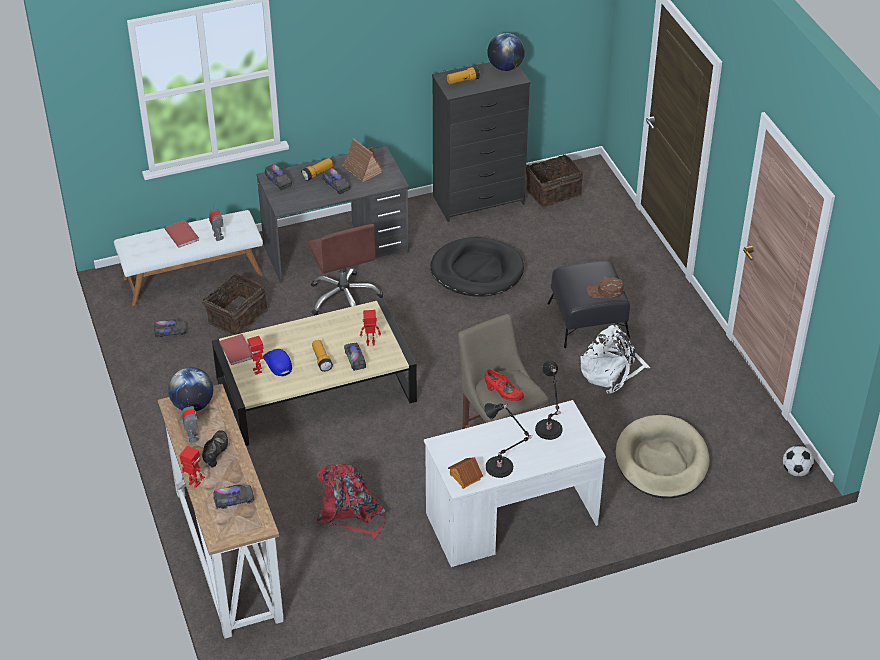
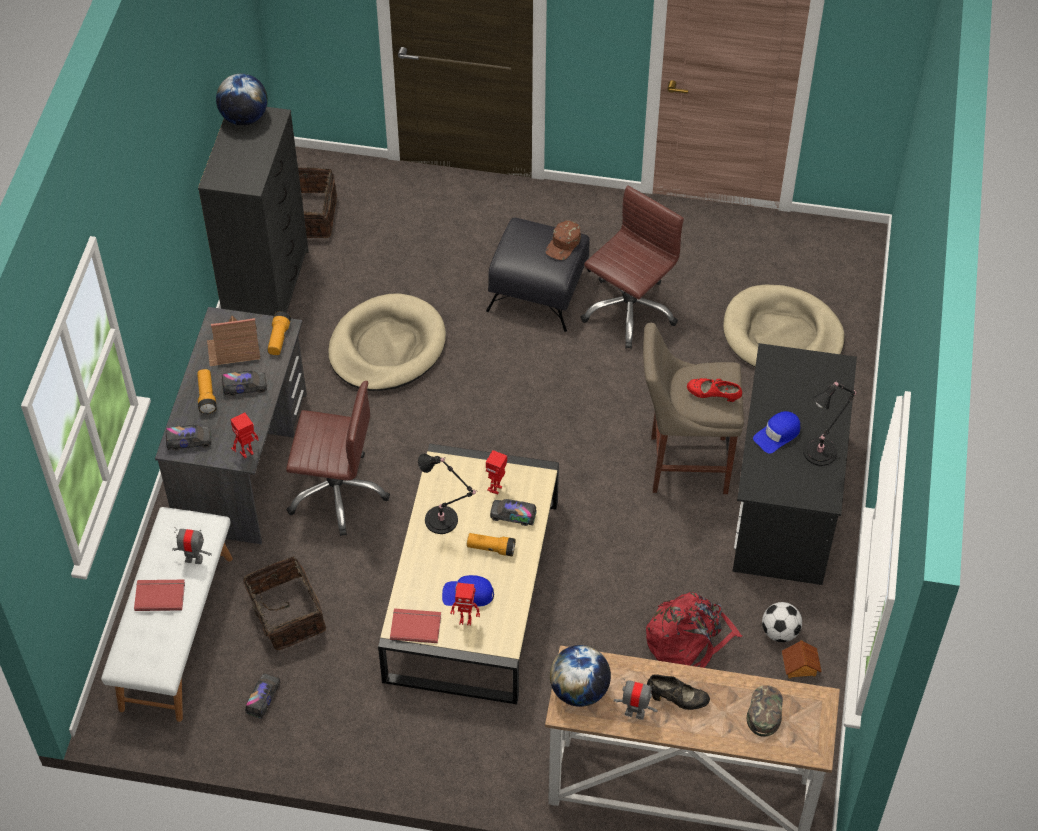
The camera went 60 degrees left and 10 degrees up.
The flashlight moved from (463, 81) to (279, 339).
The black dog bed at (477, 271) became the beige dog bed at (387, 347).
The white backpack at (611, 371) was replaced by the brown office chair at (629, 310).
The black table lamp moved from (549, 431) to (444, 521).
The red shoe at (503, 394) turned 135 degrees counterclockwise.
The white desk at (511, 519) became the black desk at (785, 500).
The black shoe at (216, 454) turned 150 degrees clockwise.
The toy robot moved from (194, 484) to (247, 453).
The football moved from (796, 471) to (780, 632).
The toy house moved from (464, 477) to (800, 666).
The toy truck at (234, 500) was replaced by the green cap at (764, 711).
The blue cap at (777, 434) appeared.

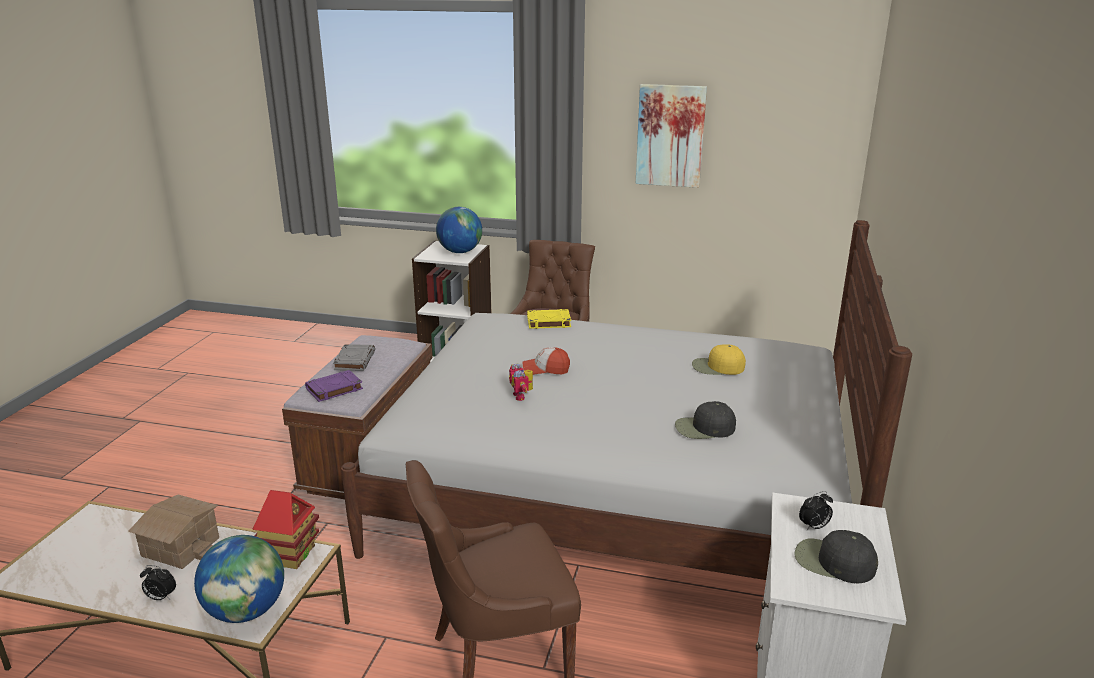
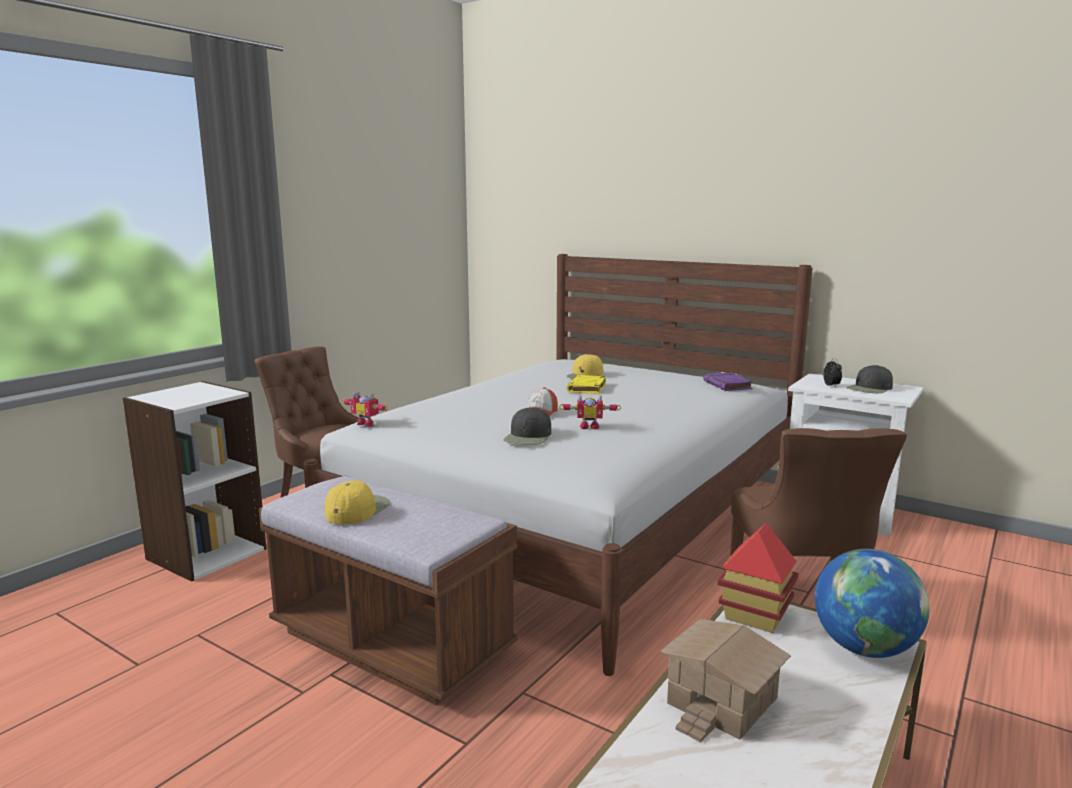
The camera went 70 degrees left and 10 degrees down.
The picture at (670, 136) disappeared.
The globe at (460, 252) disappeared.
The yellow book moved from (548, 322) to (587, 388).
The grey book at (354, 360) was replaced by the yellow cap at (357, 509).
The purple book moved from (334, 389) to (728, 385).
The black cap moved from (704, 428) to (528, 437).
The alarm clock at (160, 597) disappeared.
The toy robot at (368, 423) appeared.

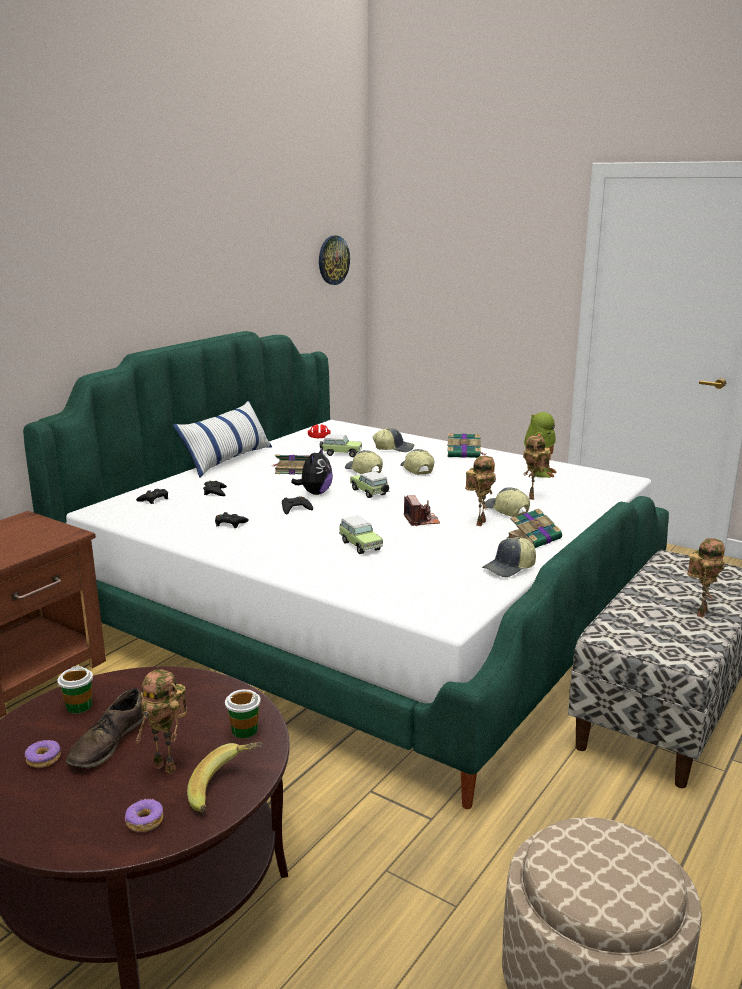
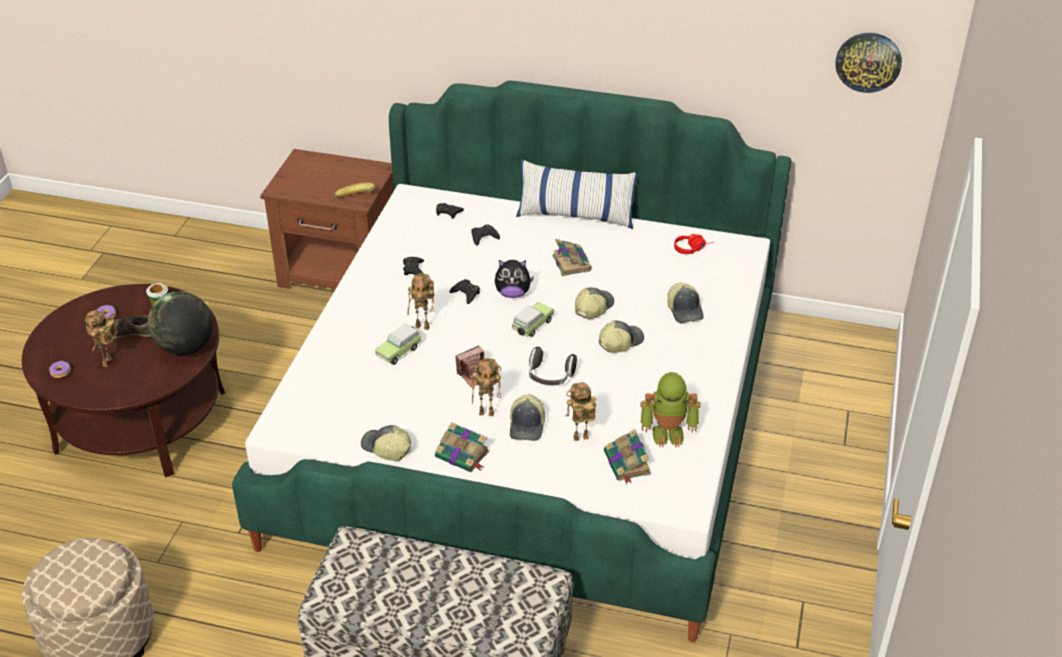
The camera went 70 degrees right and 20 degrees up.
The book moved from (464, 454) to (627, 464).
The toy car at (340, 454) disappeared.
The cap at (506, 511) turned 150 degrees clockwise.
The toy robot moved from (700, 612) to (424, 326).
The cup at (244, 730) disappeared.
The banana moved from (226, 790) to (357, 200).
The globe at (186, 347) appeared.
The headphones at (550, 377) appeared.

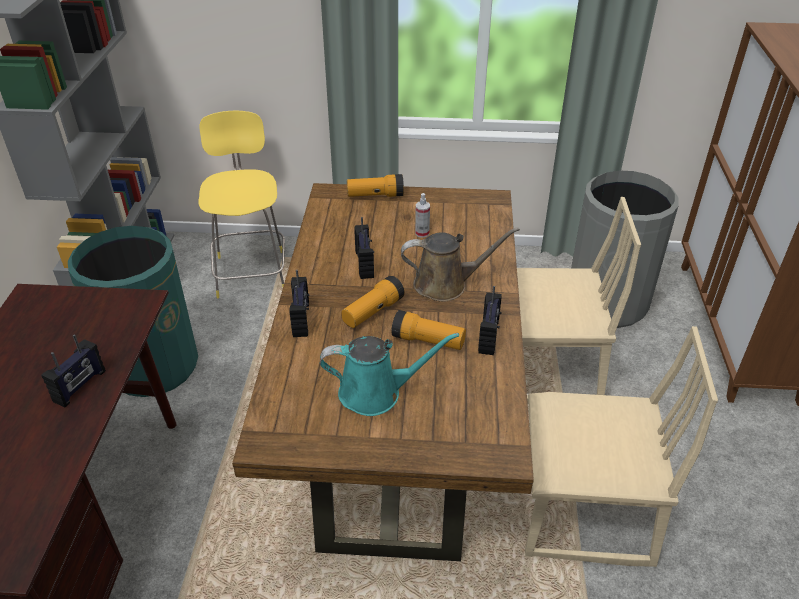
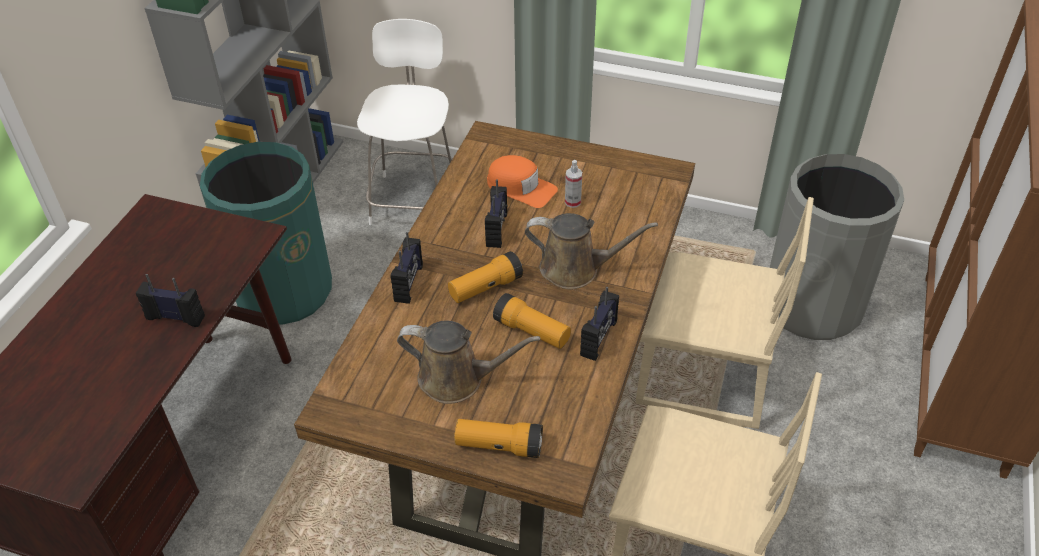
The camera went 15 degrees right and 5 degrees up.
The yellow stool at (251, 271) became the white stool at (414, 199).
The flashlight moved from (375, 195) to (499, 446).
The turquoise watering can at (376, 392) became the brown watering can at (457, 379).
The radio at (80, 386) turned 120 degrees counterclockwise.
The orange cap at (521, 187) appeared.

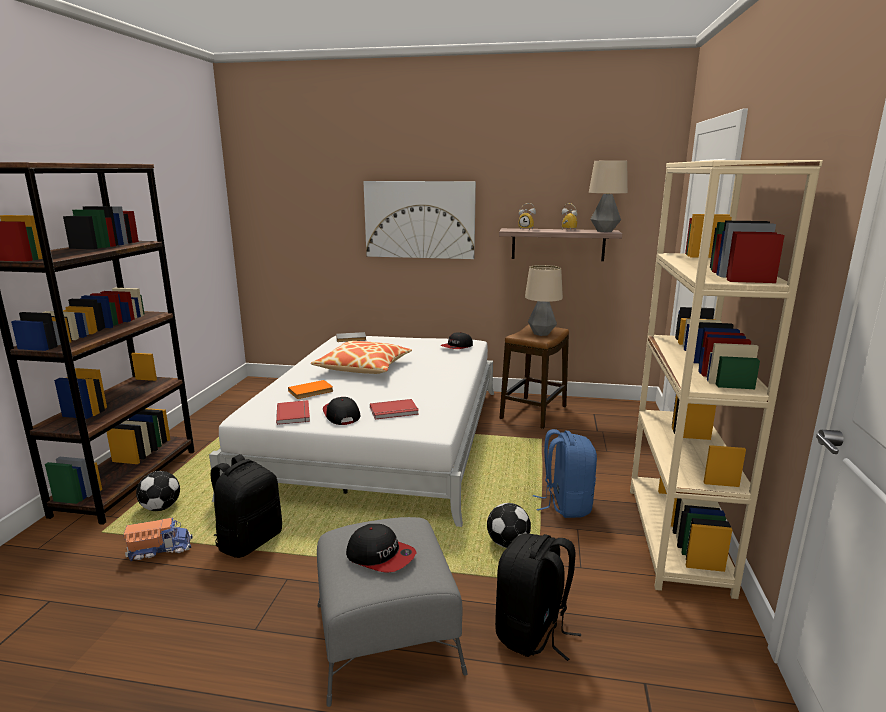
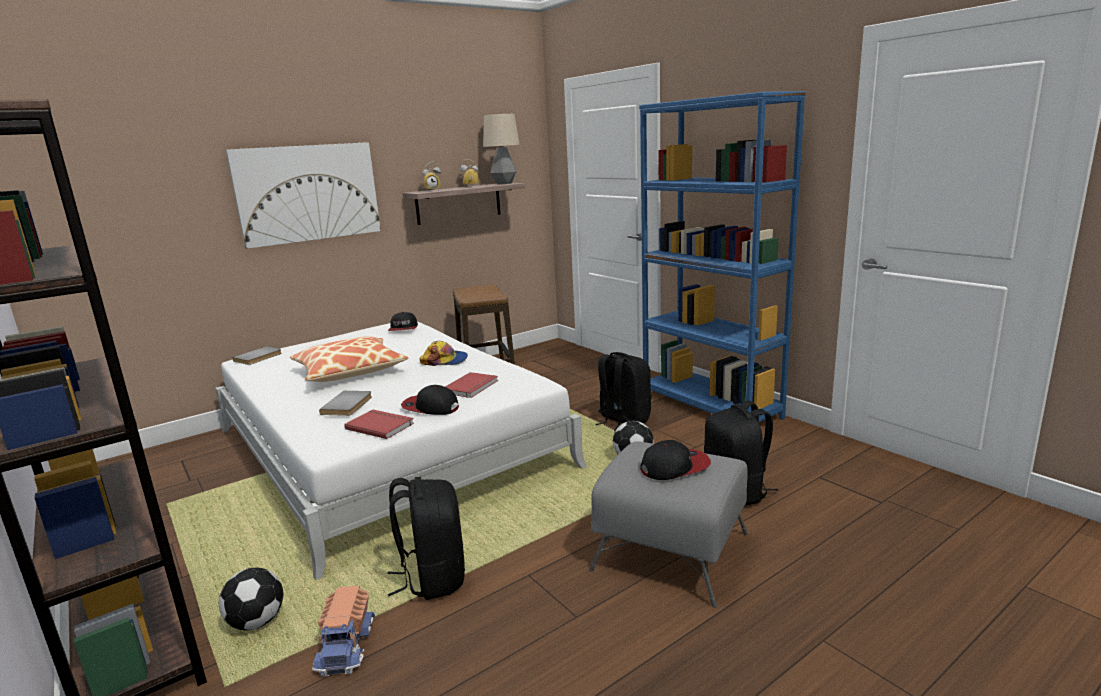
The camera went 45 degrees left and 0 degrees up.
The beige bookcase at (676, 538) became the blue bookcase at (710, 406).
The table lamp at (541, 333) disappeared.
The orange book at (311, 391) became the grey book at (349, 405).
The blue backpack at (565, 505) became the black backpack at (623, 420).
The toy truck at (160, 549) turned 150 degrees clockwise.
The cap at (445, 360) appeared.

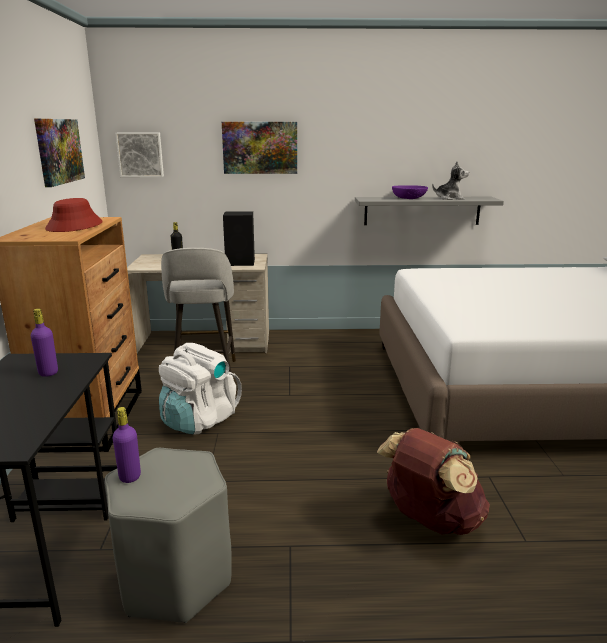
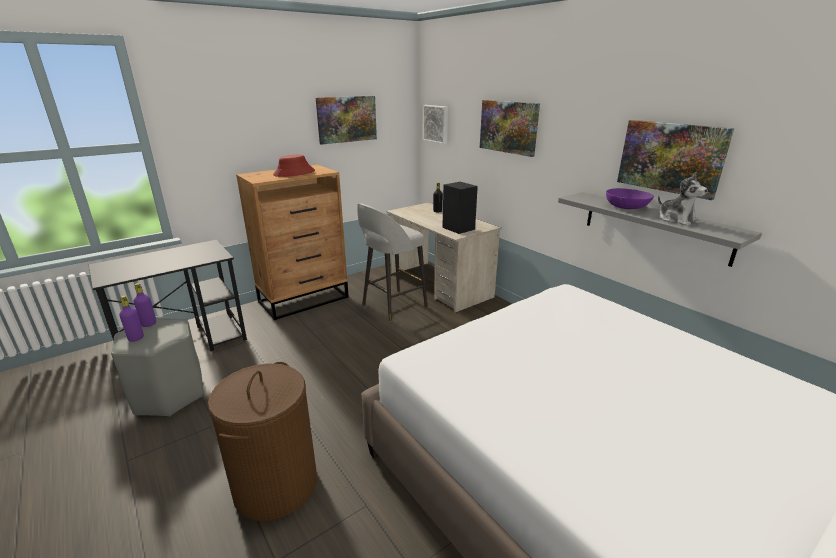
The camera went 55 degrees right and 5 degrees up.
The purple bottle moved from (48, 373) to (136, 338).
The white backpack at (199, 420) disappeared.
The brown backpack at (430, 520) was replaced by the brown laundry basket at (275, 485).
The picture at (670, 157) appeared.

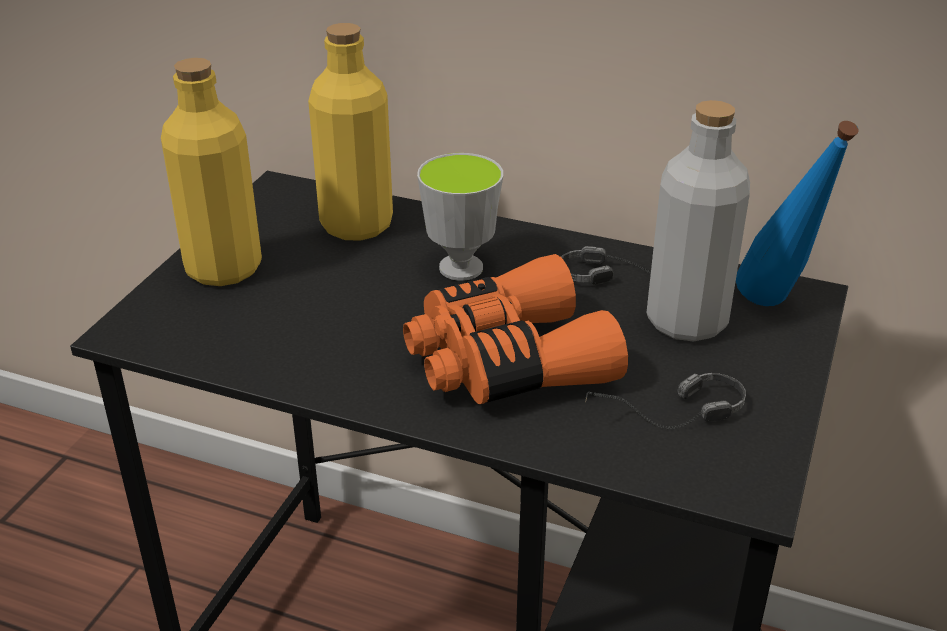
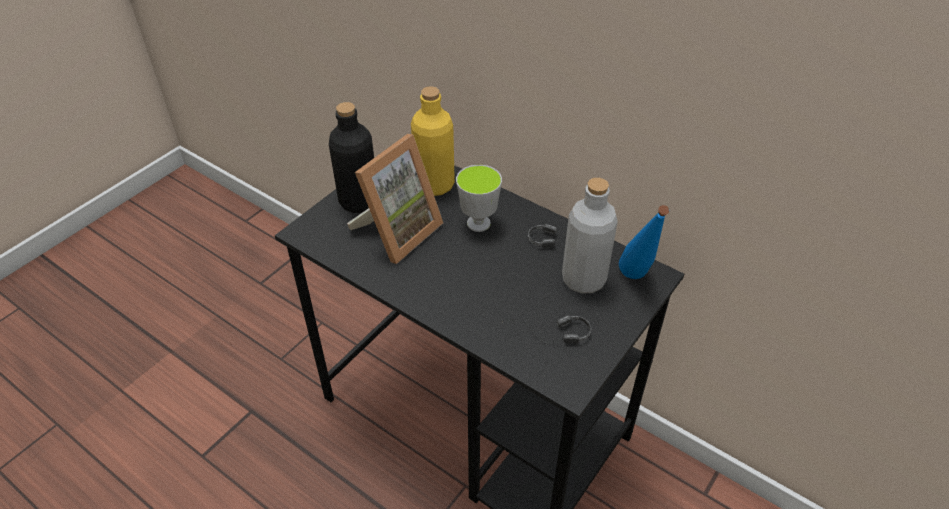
The camera went 15 degrees right and 10 degrees up.
The yellow bottle at (223, 268) became the black bottle at (359, 201).
The orange binoculars at (506, 361) disappeared.
The picture frame at (397, 232) appeared.

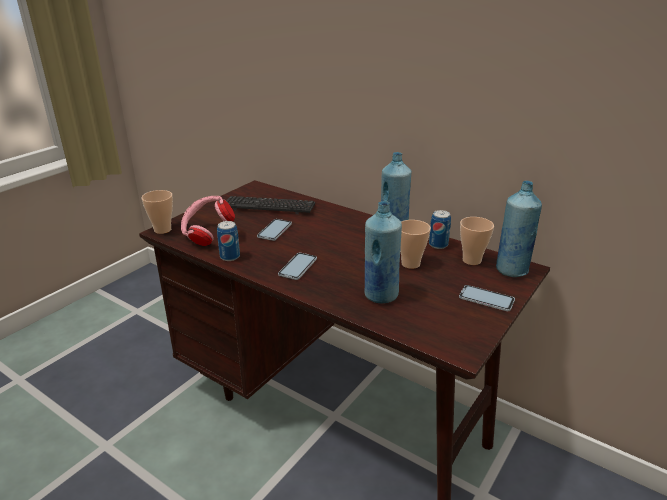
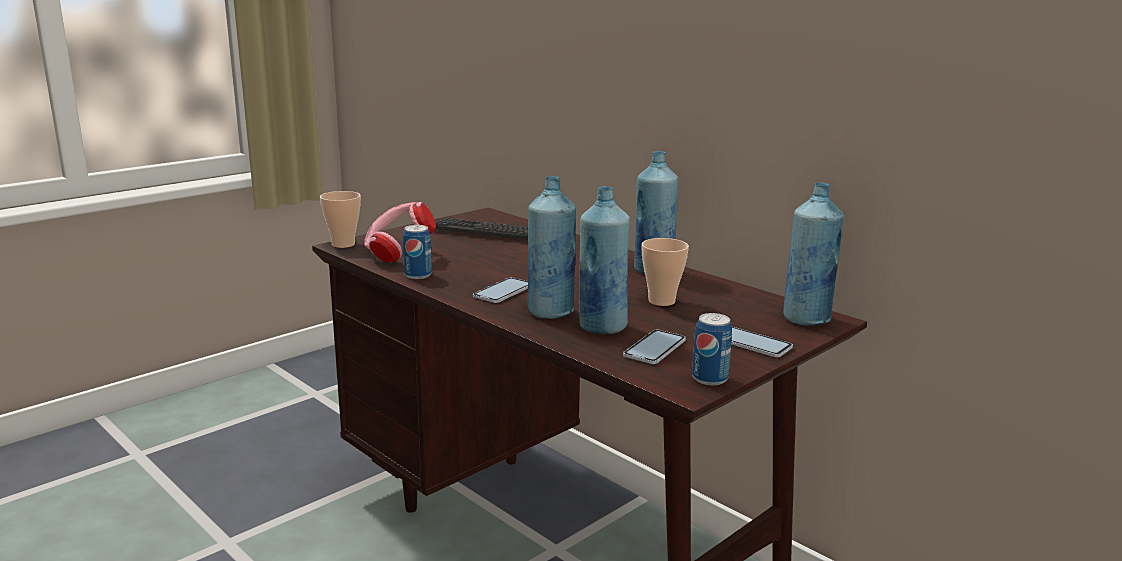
The camera went 10 degrees right and 10 degrees down.
The can moved from (438, 245) to (709, 378).
The cup at (471, 260) disappeared.
The phone moved from (274, 230) to (654, 348).
The blue bottle at (550, 312) appeared.

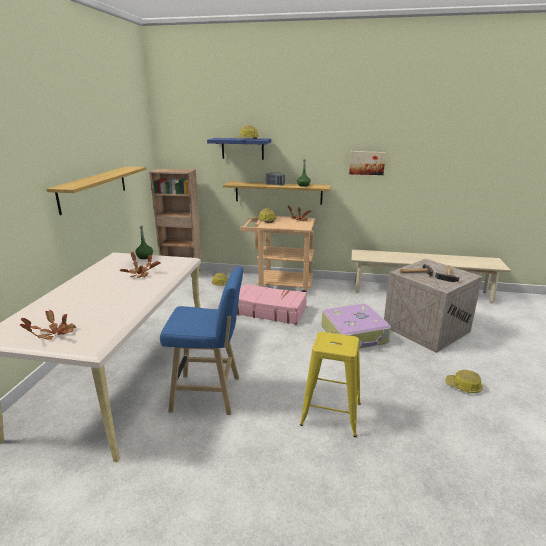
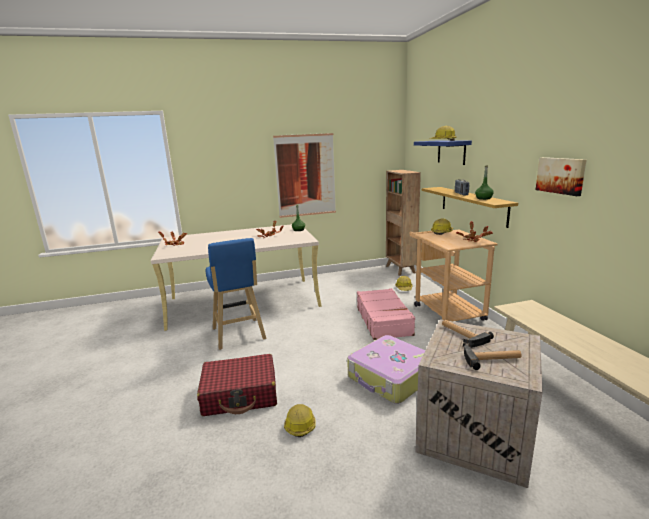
The camera went 65 degrees right and 5 degrees down.
The shelf at (93, 188) was replaced by the picture at (305, 175).
The yellow stool at (331, 414) was replaced by the red suitcase at (240, 394).
The hard hat moved from (463, 386) to (300, 424).

